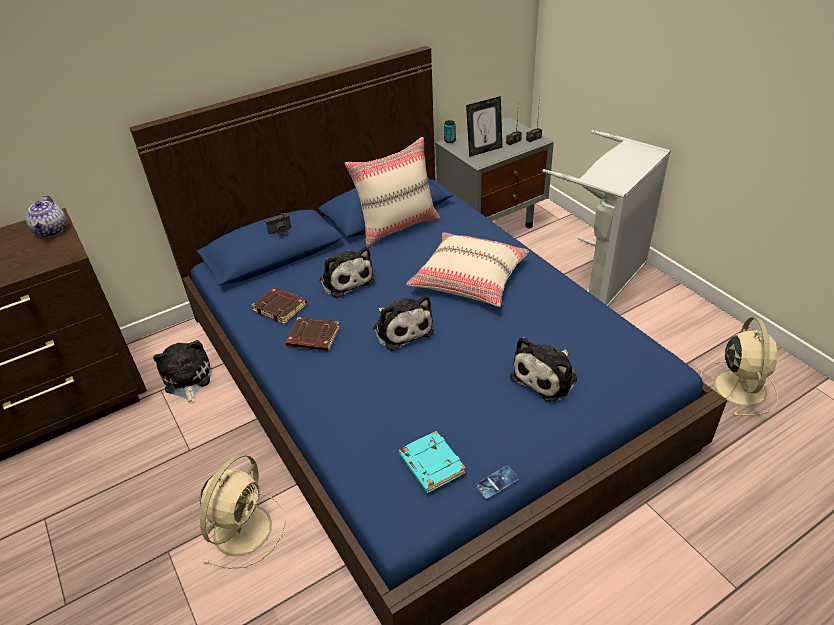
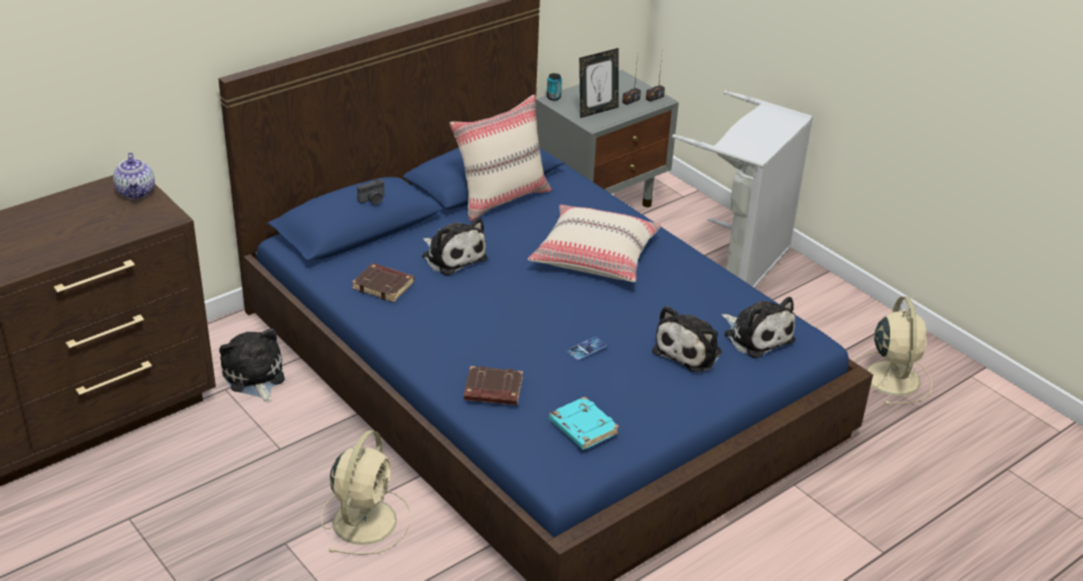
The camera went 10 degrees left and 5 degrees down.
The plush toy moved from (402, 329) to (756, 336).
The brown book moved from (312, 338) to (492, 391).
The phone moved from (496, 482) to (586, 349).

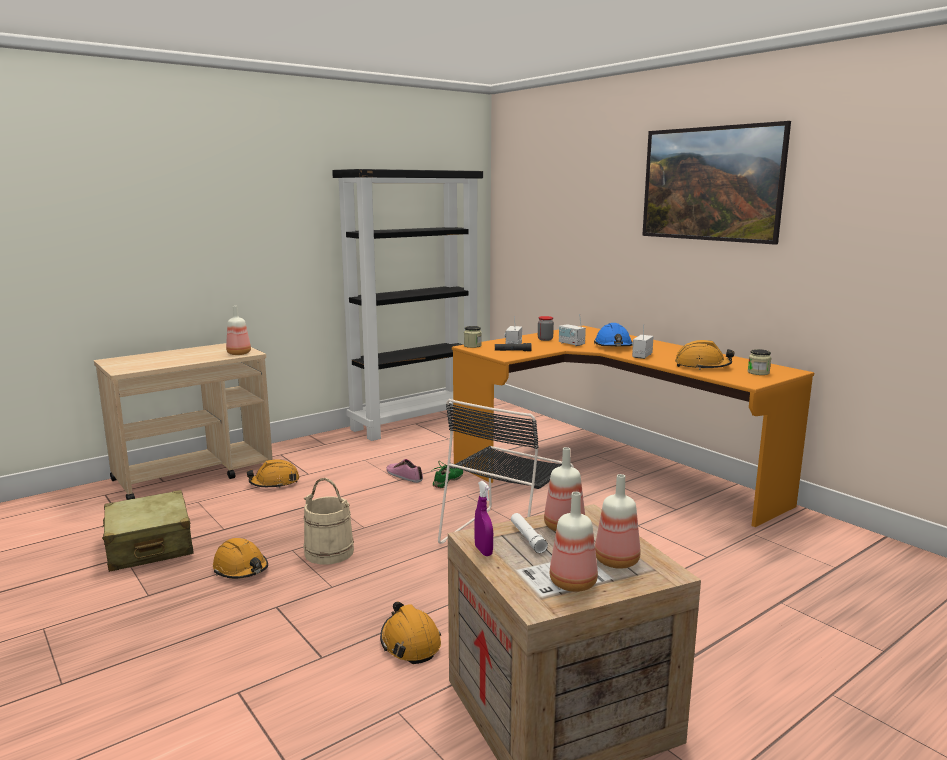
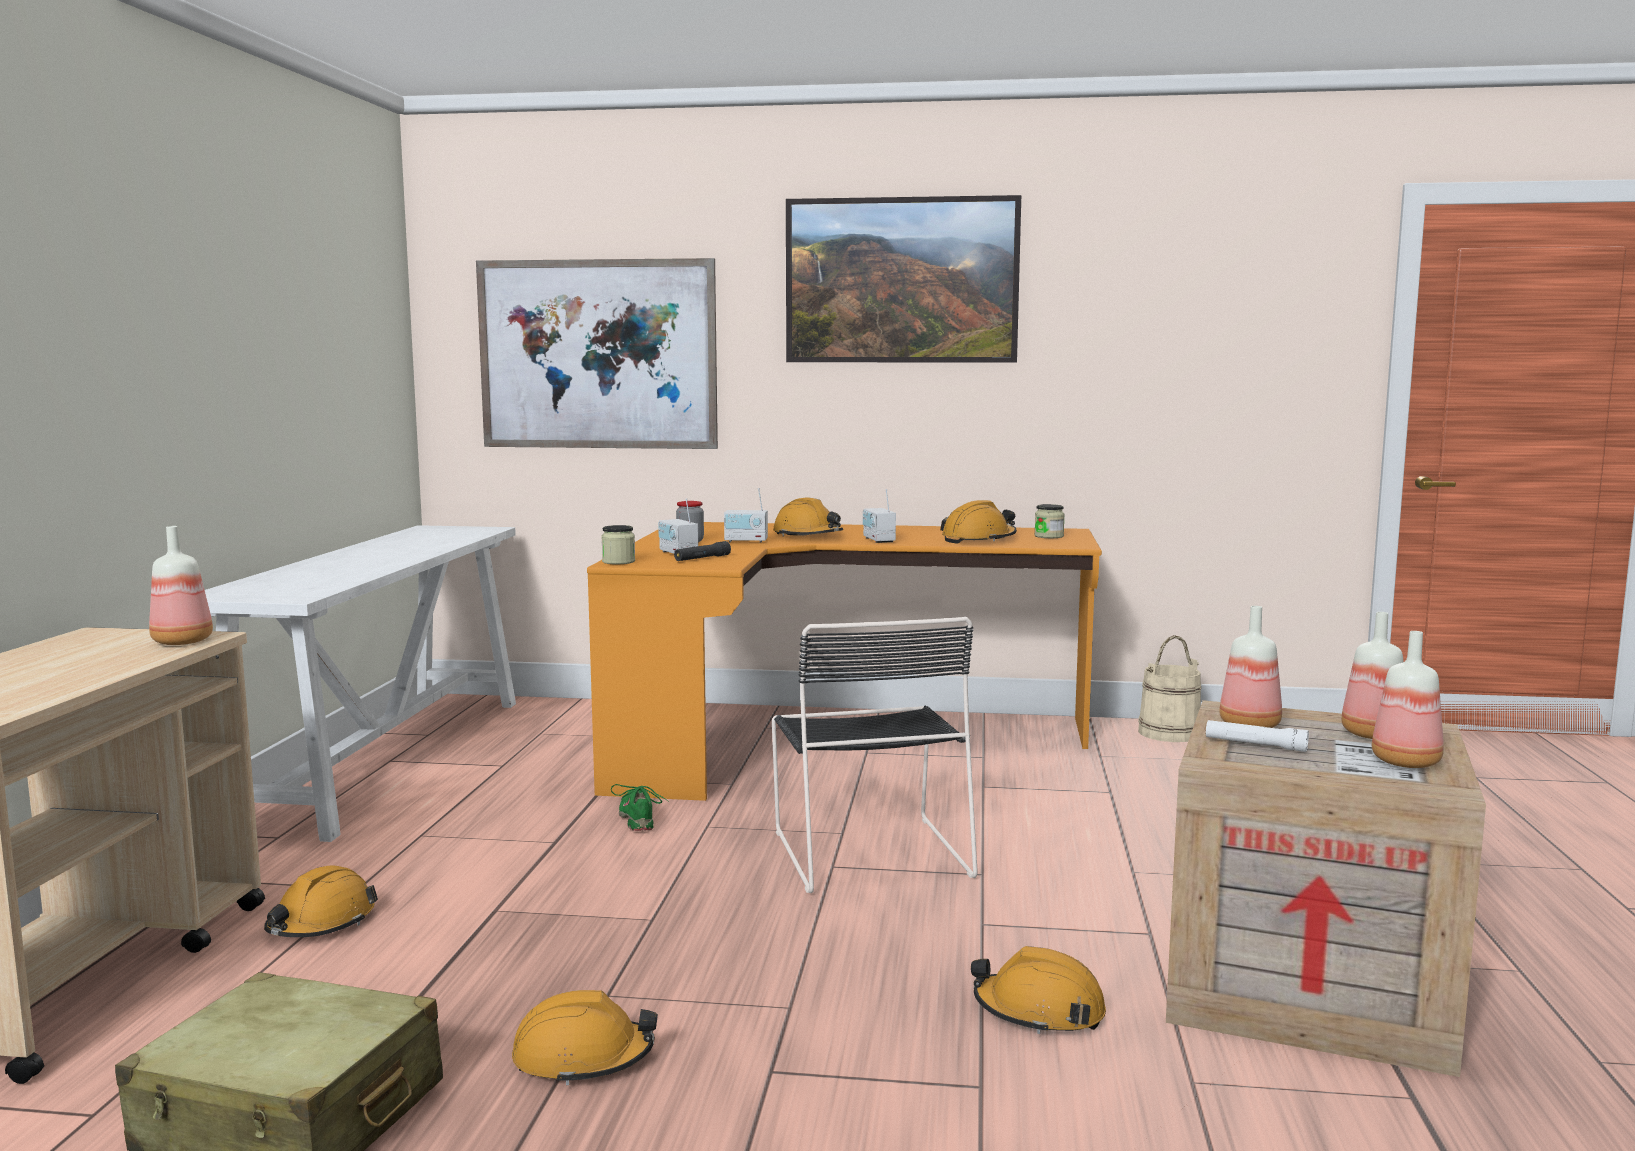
The camera went 45 degrees left and 5 degrees down.
The black bookcase at (415, 422) was replaced by the white console table at (385, 758).
The blue hard hat at (613, 346) became the orange hard hat at (808, 536).
The shoe at (404, 476) disappeared.
The beige bucket moved from (329, 552) to (1169, 732).
The purple spray bottle at (483, 551) disappeared.
The picture at (597, 354) appeared.

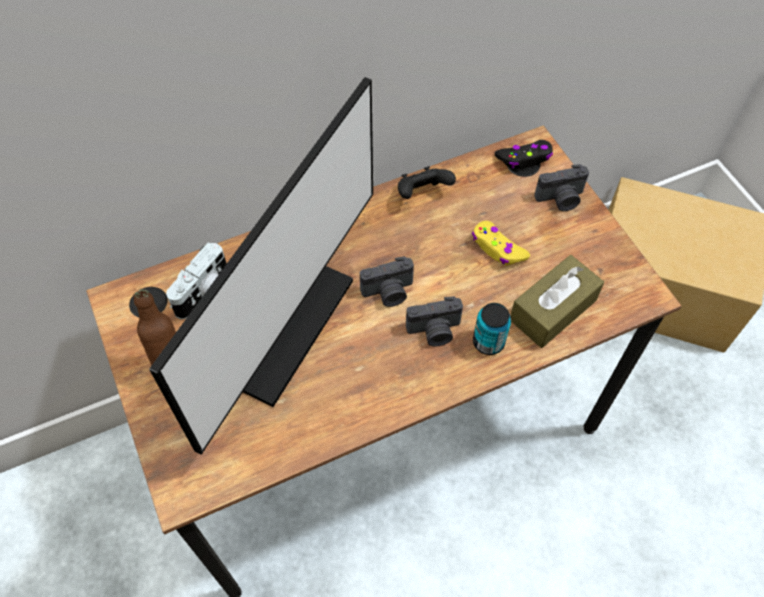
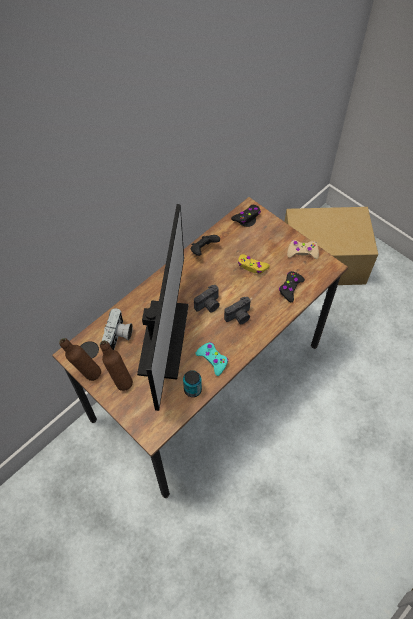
The camera went 20 degrees left and 0 degrees up.
The photo camera at (561, 199) disappeared.
The brown tissue box at (552, 310) was replaced by the black game controller at (290, 288).
The can moved from (488, 342) to (192, 389).
The beige game controller at (302, 252) appeared.
The brown bottle at (86, 373) appeared.
The turquoise game controller at (212, 360) appeared.

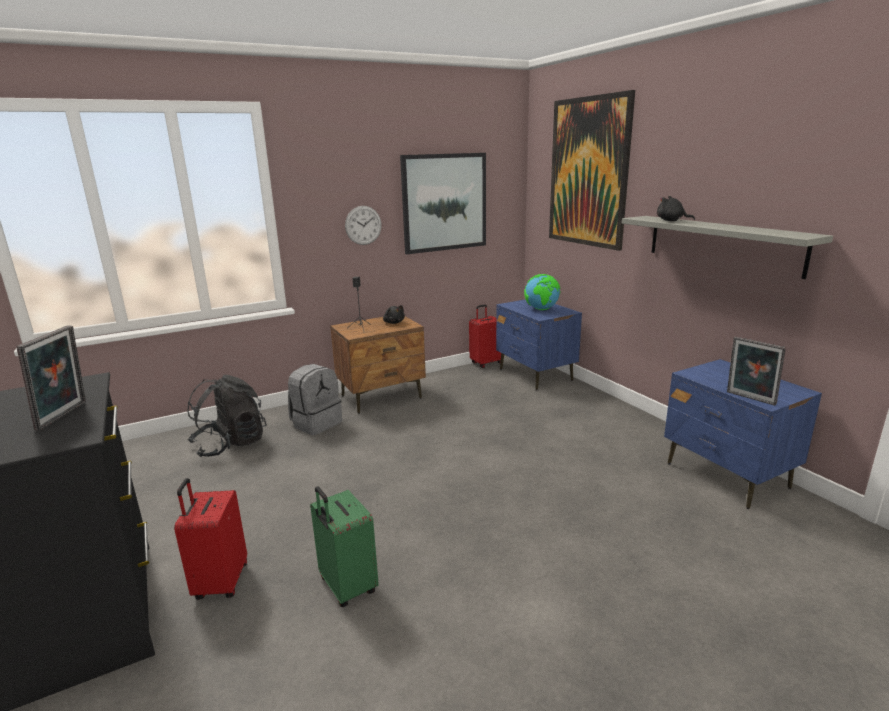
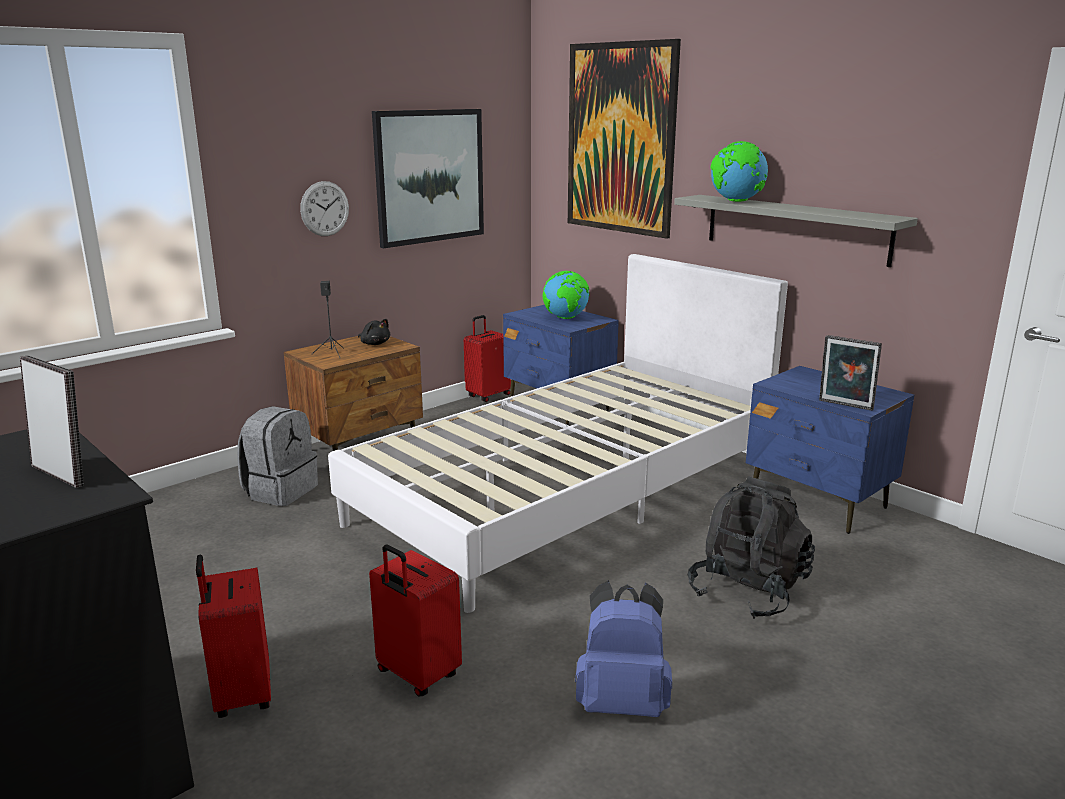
The camera went 15 degrees left and 0 degrees up.
The black plush toy at (671, 221) was replaced by the globe at (736, 201).
The picture frame at (65, 415) turned 45 degrees counterclockwise.
The black backpack moved from (230, 444) to (748, 591).
The green suitcase at (346, 587) became the red suitcase at (416, 675).
The white bed at (568, 492) appeared.
The blue backpack at (622, 702) appeared.

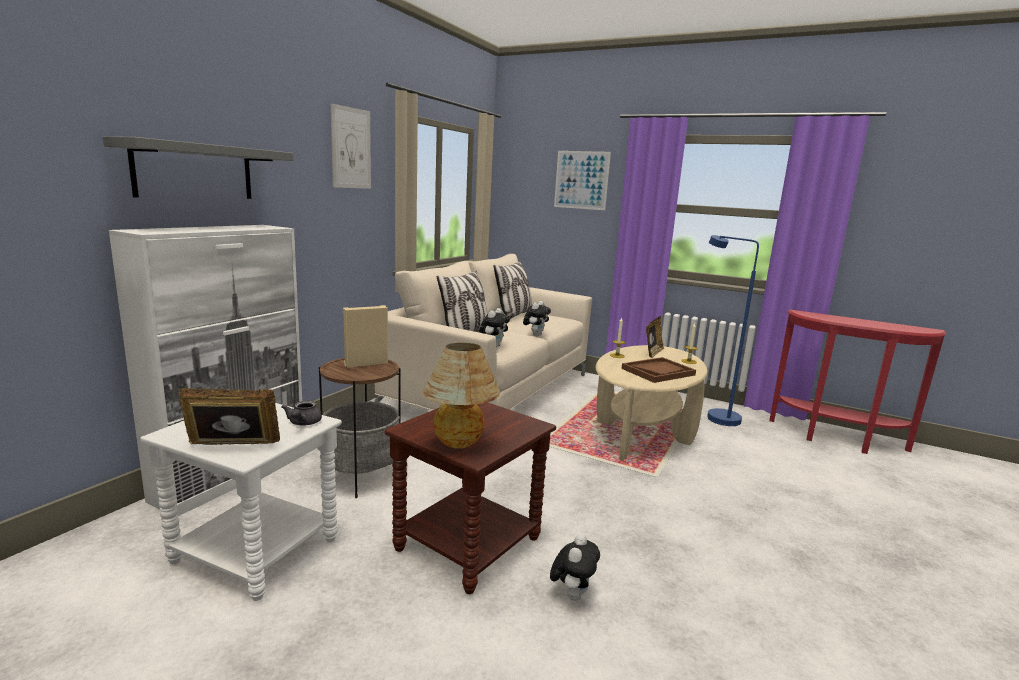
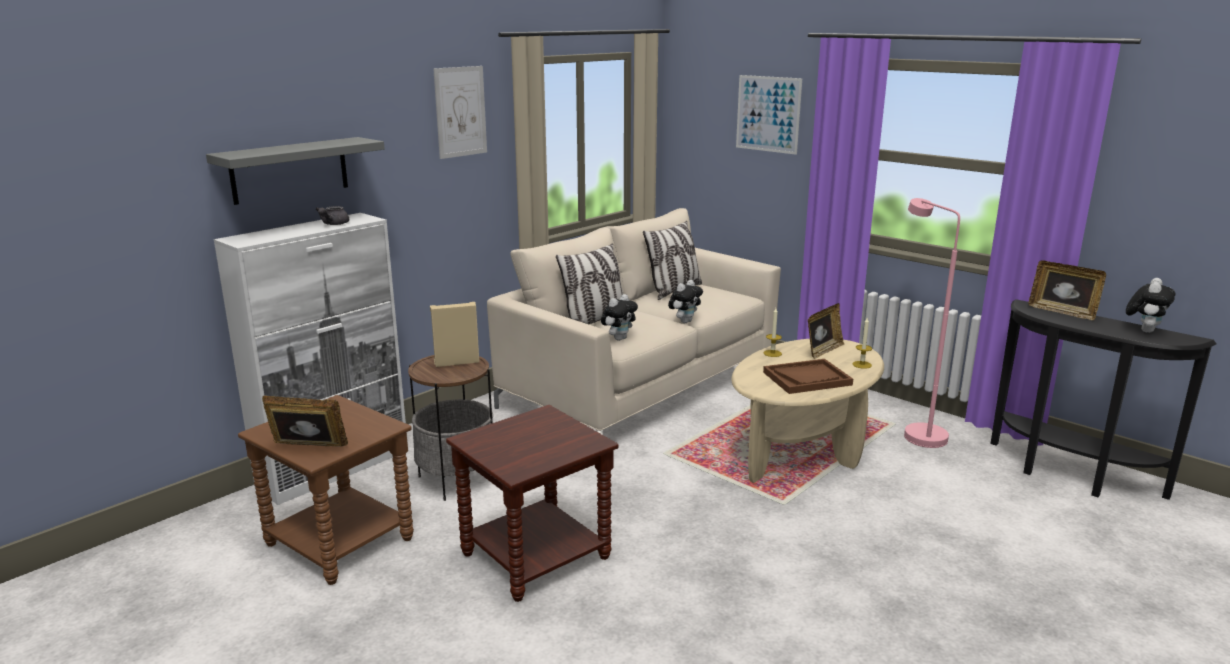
The camera went 15 degrees right and 5 degrees up.
The blue floor lamp at (715, 416) became the pink floor lamp at (916, 433).
The red console table at (837, 440) became the black console table at (1069, 476).
The table lamp at (460, 445) disappeared.
The grey teapot moved from (303, 423) to (333, 224).
The white side table at (254, 551) became the brown side table at (338, 543).
The plush toy moved from (572, 594) to (1144, 330).
The picture frame at (1062, 312) appeared.

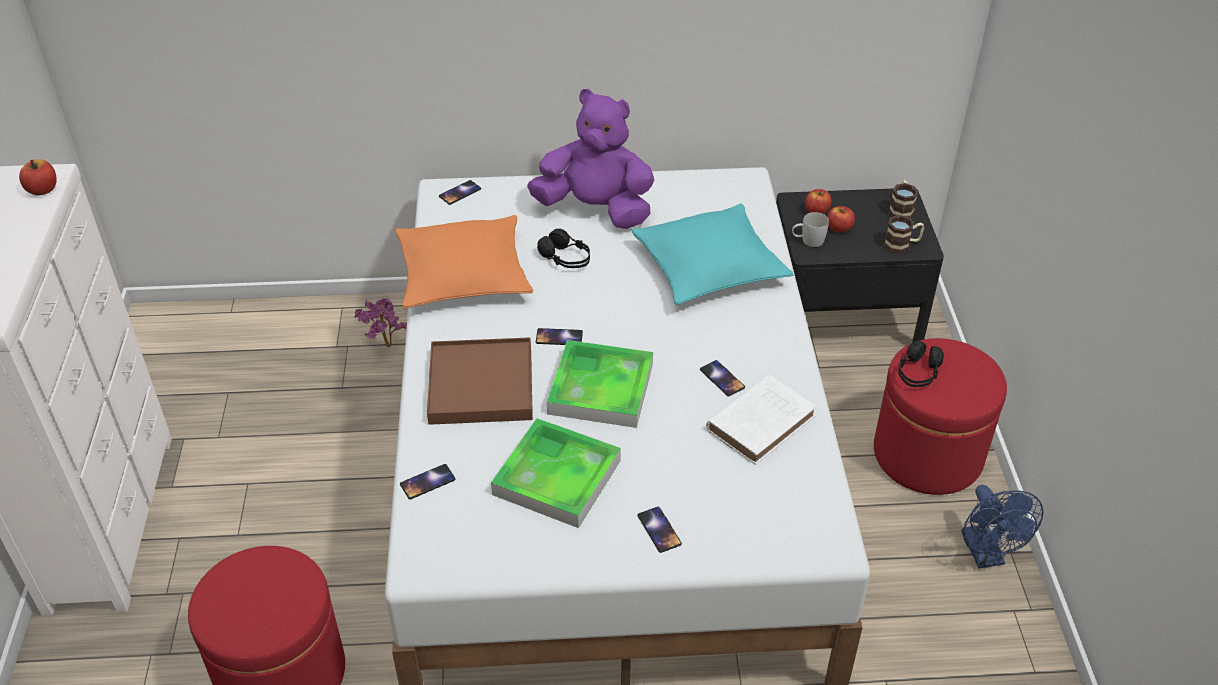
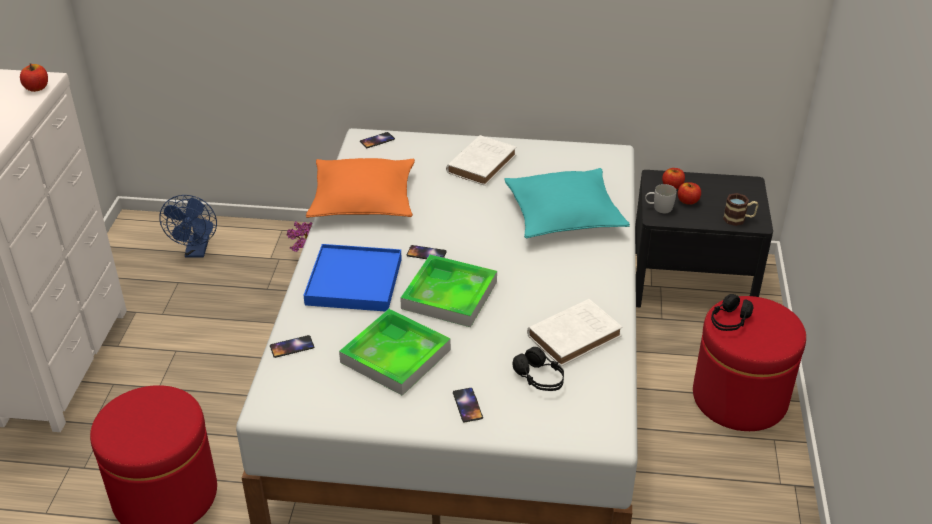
The camera went 10 degrees right and 5 degrees down.
The purple plush toy at (596, 209) was replaced by the white book at (482, 163).
The mug at (901, 209) disappeared.
The black headphones moved from (566, 259) to (539, 378).
The brown tray at (481, 385) became the blue tray at (354, 282).
The phone at (722, 378) disappeared.
The blue fan moved from (986, 555) to (197, 251).

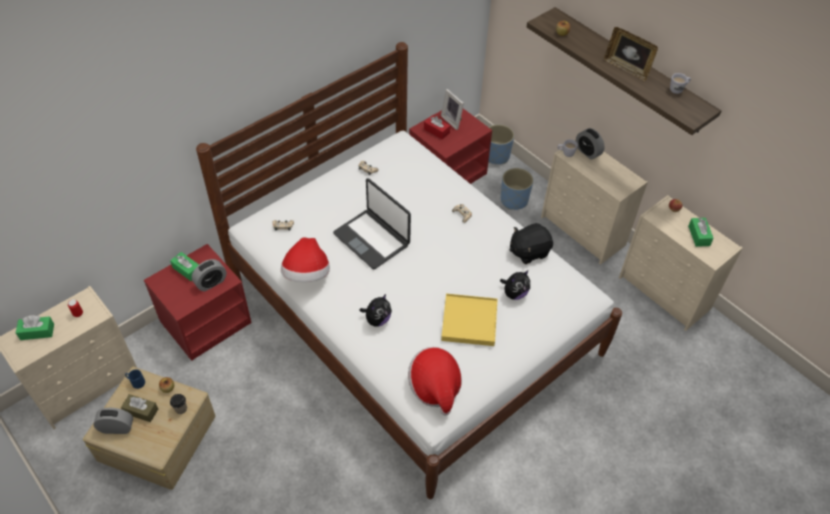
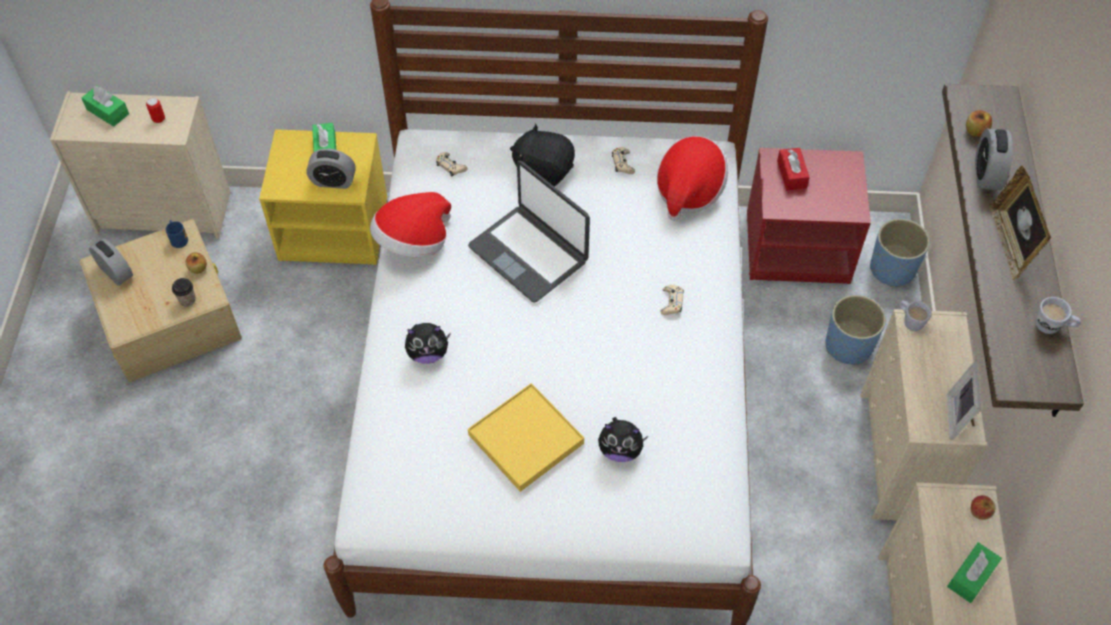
The camera went 45 degrees right and 5 degrees up.
The picture frame moved from (453, 120) to (960, 417).
The alarm clock moved from (587, 152) to (986, 174).
The laptop at (372, 239) turned 45 degrees counterclockwise.
The black plush toy moved from (529, 251) to (543, 170).
The red nightstand at (206, 321) became the yellow nightstand at (335, 228).
The hat moved from (435, 387) to (688, 190).
The brown tissue box at (141, 411) disappeared.

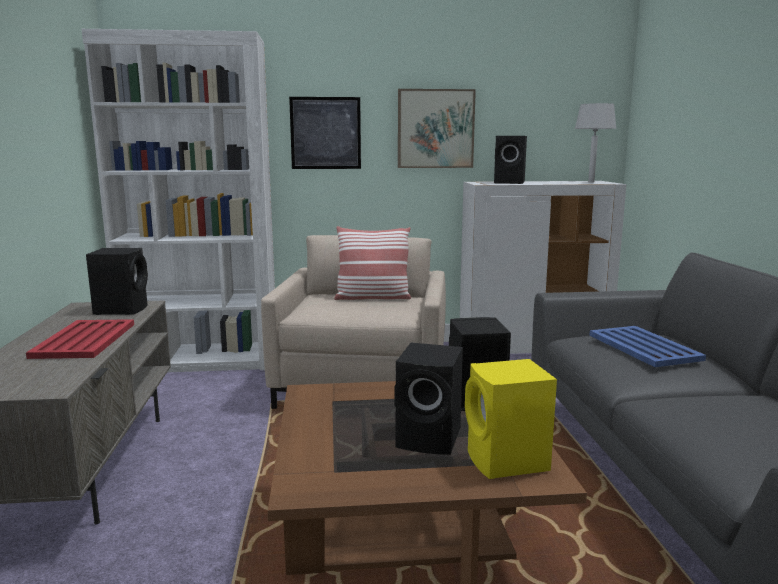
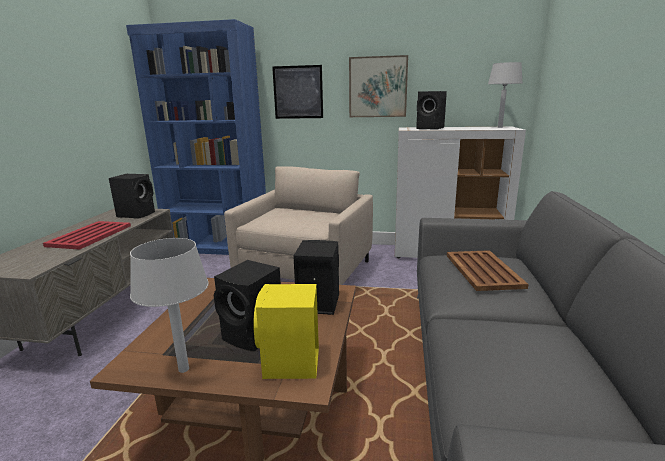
The camera went 15 degrees right and 5 degrees up.
The white bookcase at (203, 361) became the blue bookcase at (218, 247).
The pillow at (372, 297) disappeared.
The blue tray at (644, 347) became the brown tray at (483, 271).
The grey table lamp at (184, 369) appeared.

